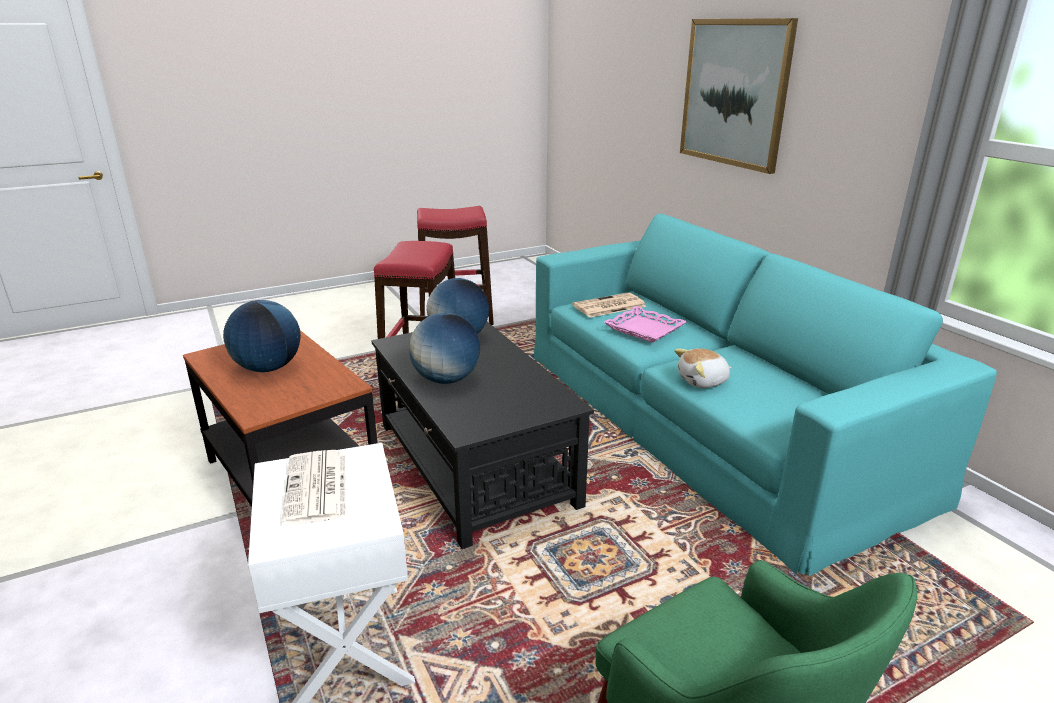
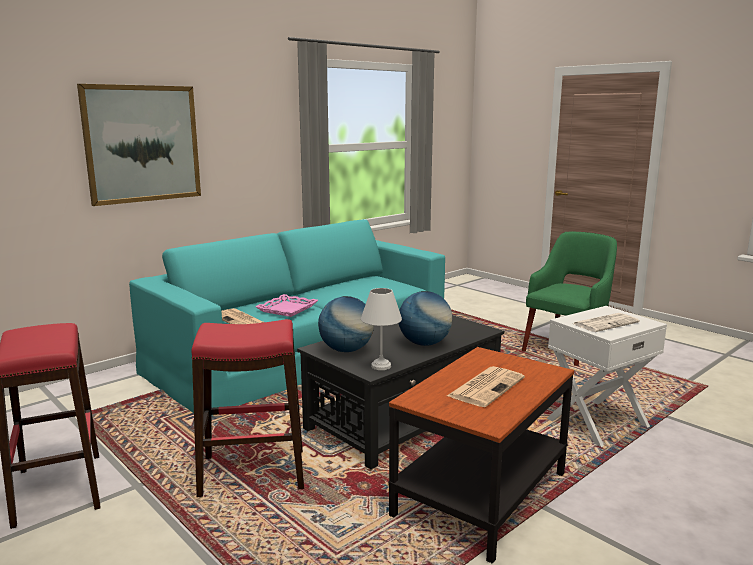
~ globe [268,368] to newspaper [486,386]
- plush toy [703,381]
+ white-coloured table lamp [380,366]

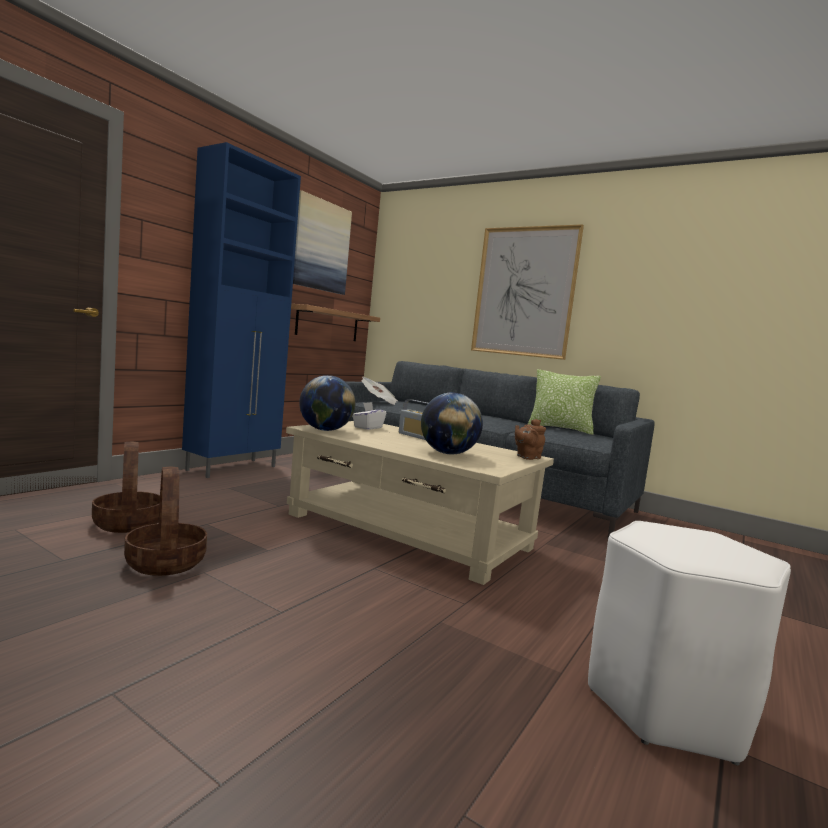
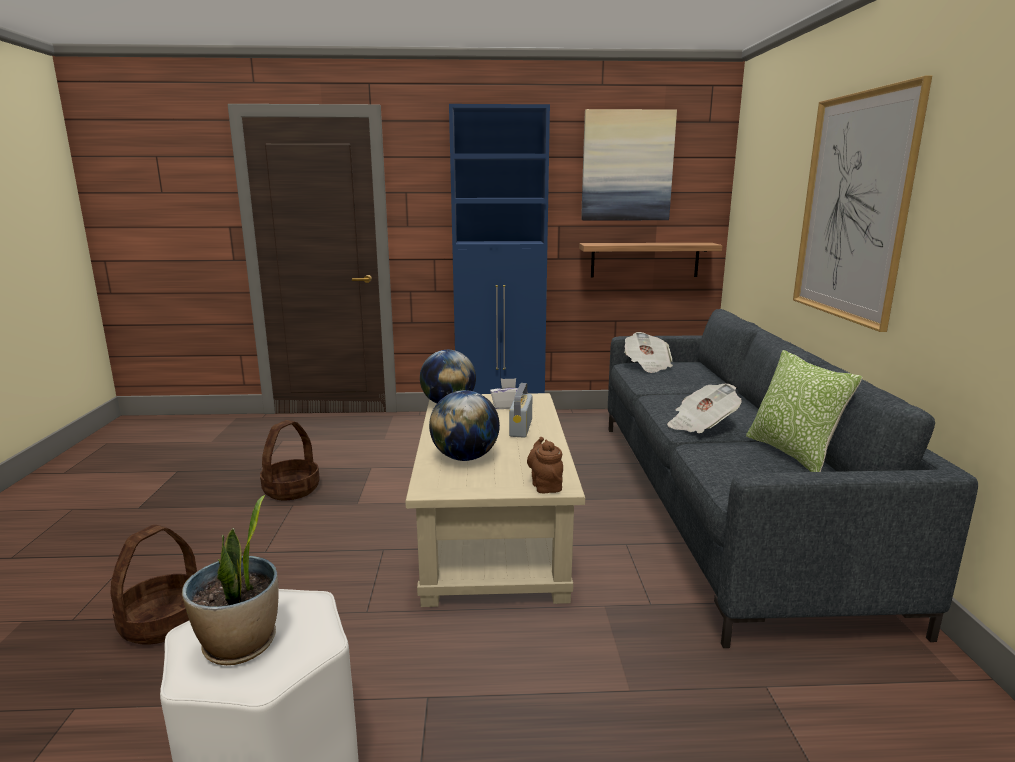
~ brownish pot for tea [527,457] = [545,485] 60 degrees clockwise
~ storage basket [127,523] to [163,622]
+ newspaper [701,425]
+ houseplant [241,645]

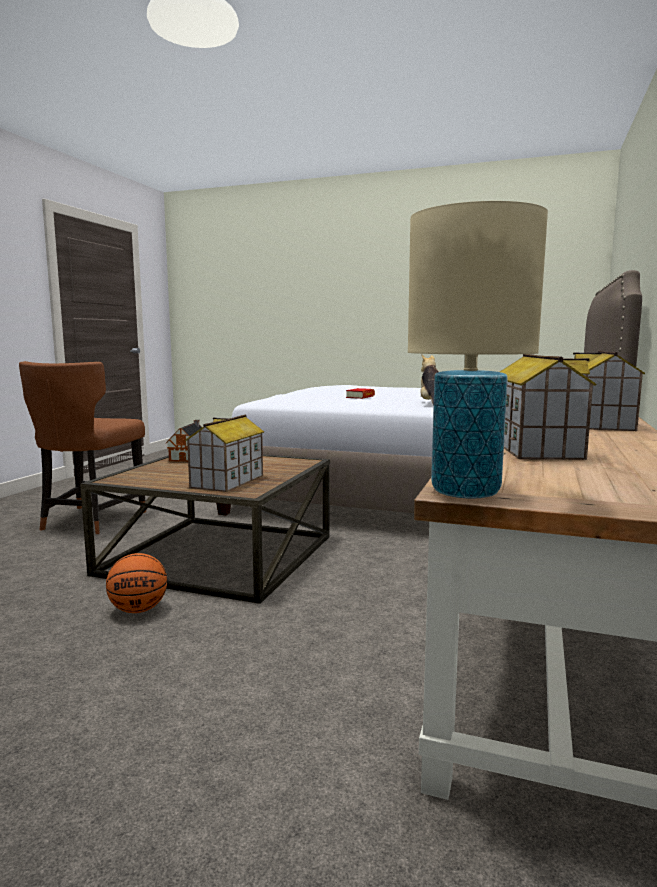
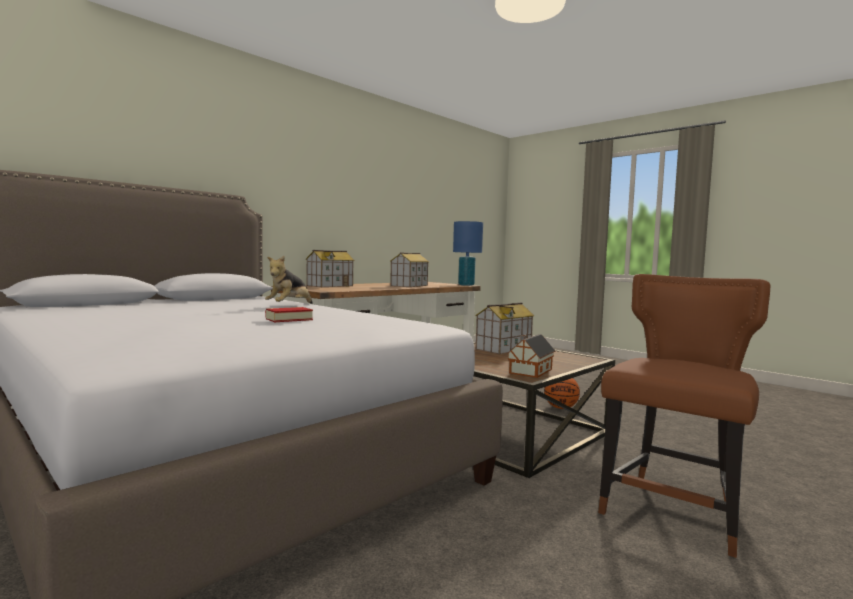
~ beige table lamp [465,491] to bluish table lamp [466,285]

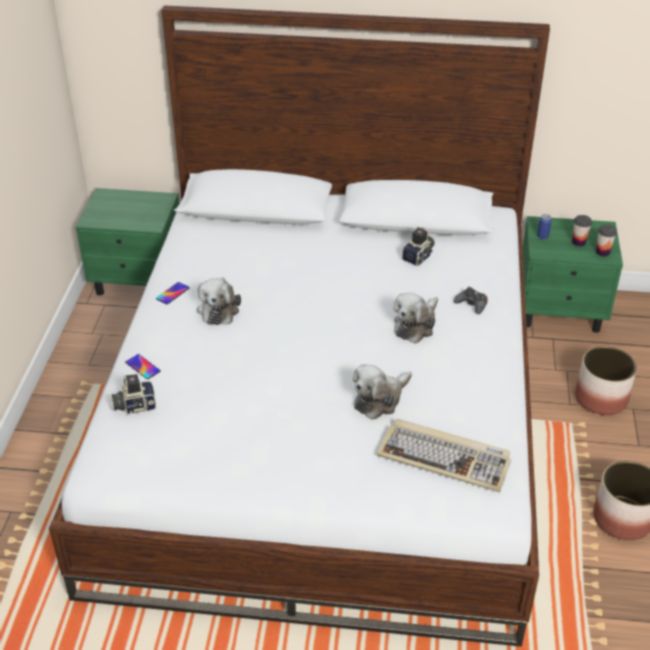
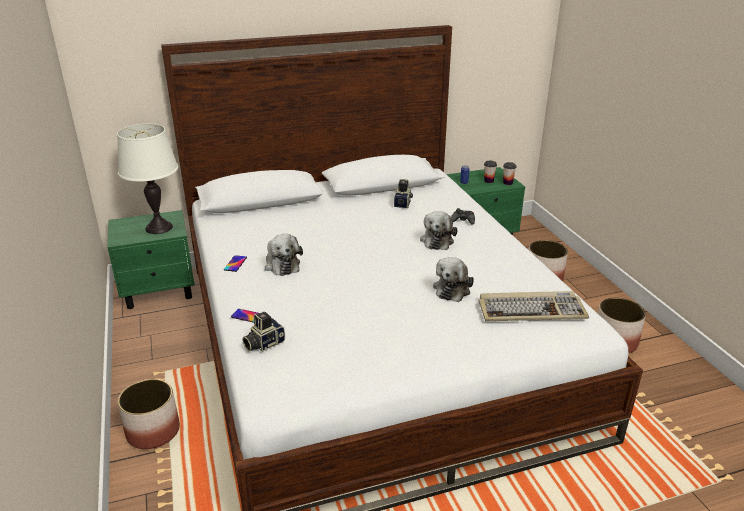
+ white-coloured table lamp [159,228]
+ planter [153,431]

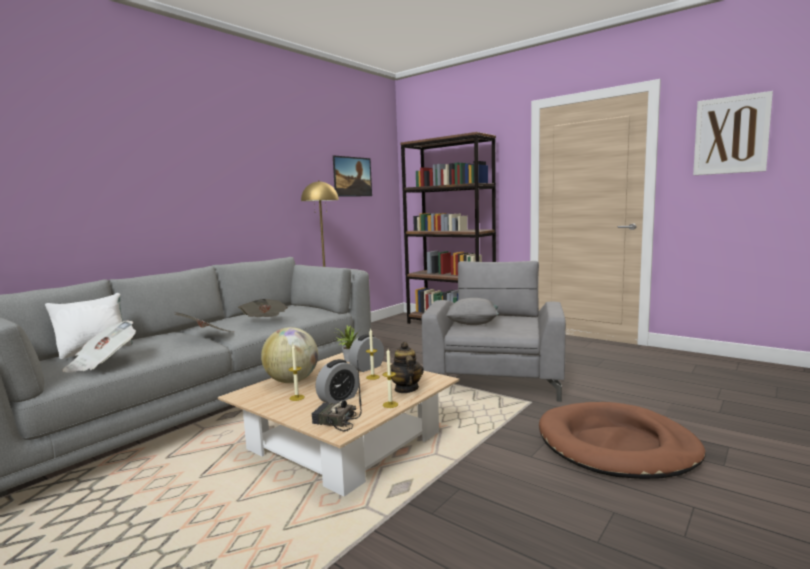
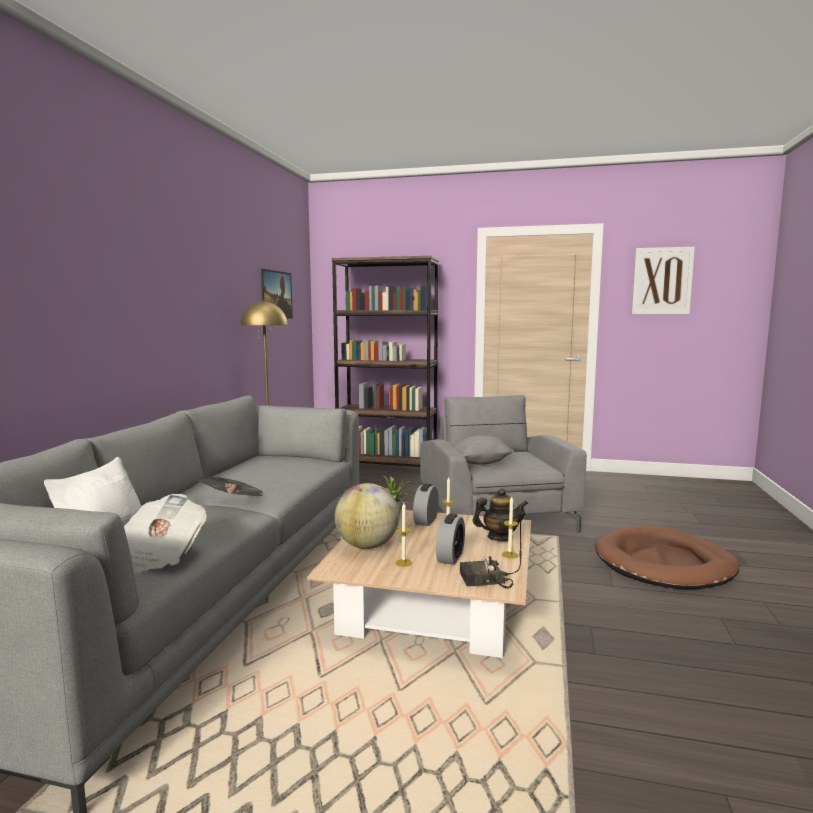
- newspaper [265,321]
~ pot for tea [406,389] = [499,537] 120 degrees clockwise

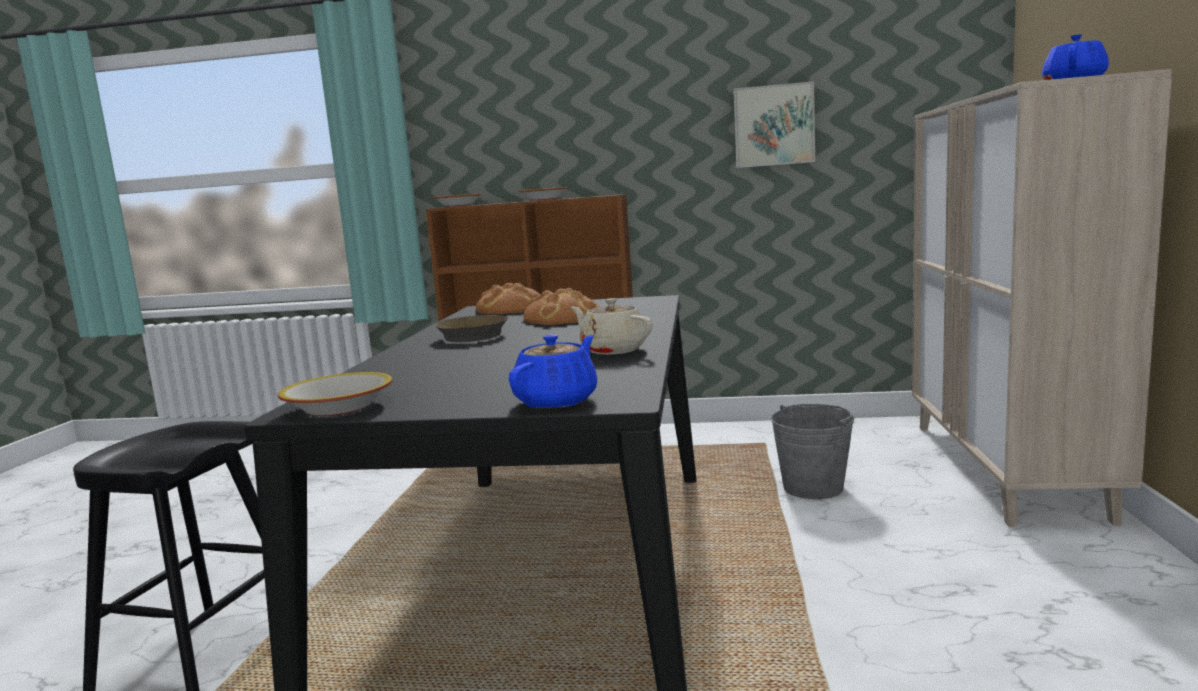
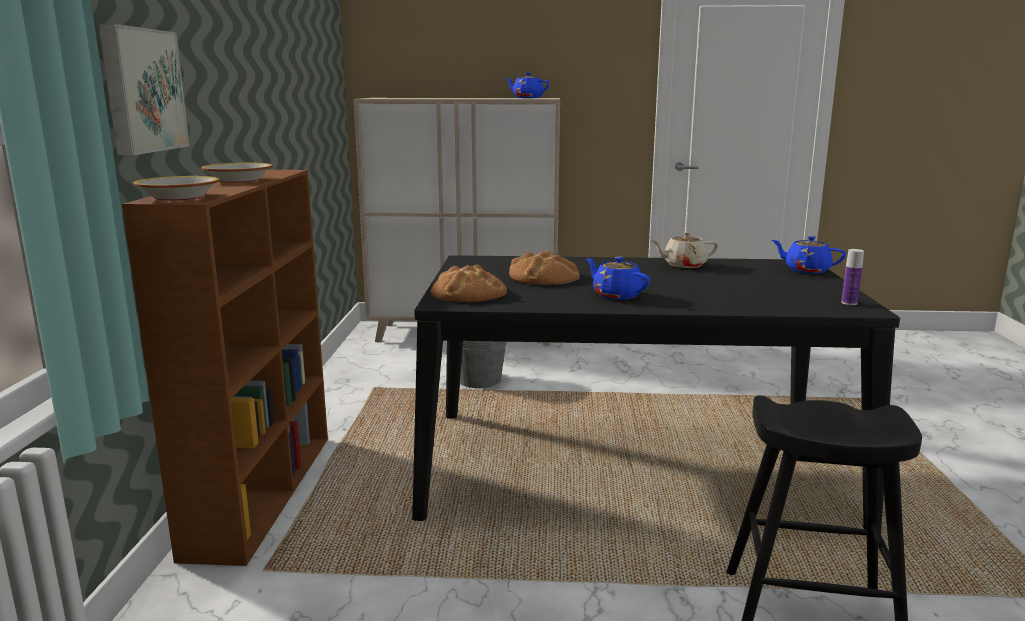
~ picture [773,126] to [141,90]
~ beige pot for tea [613,350] = [683,265] 45 degrees clockwise
~ brownish frying pan [470,336] to bluish pot for tea [616,295]
~ deep dish [339,407] to beverage bottle [849,303]

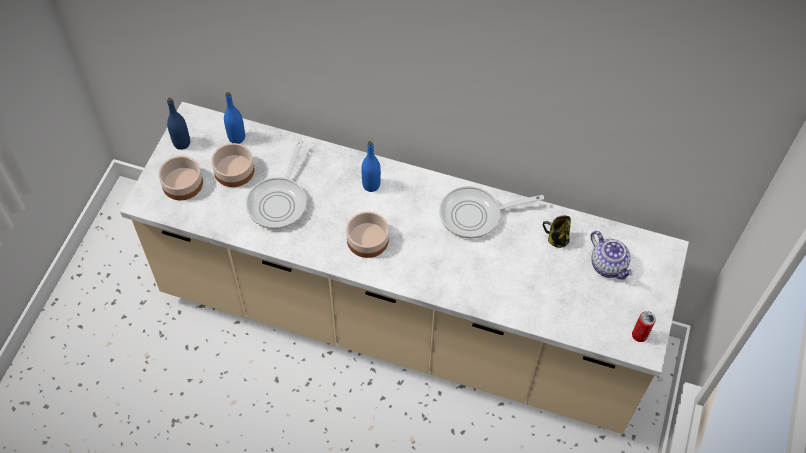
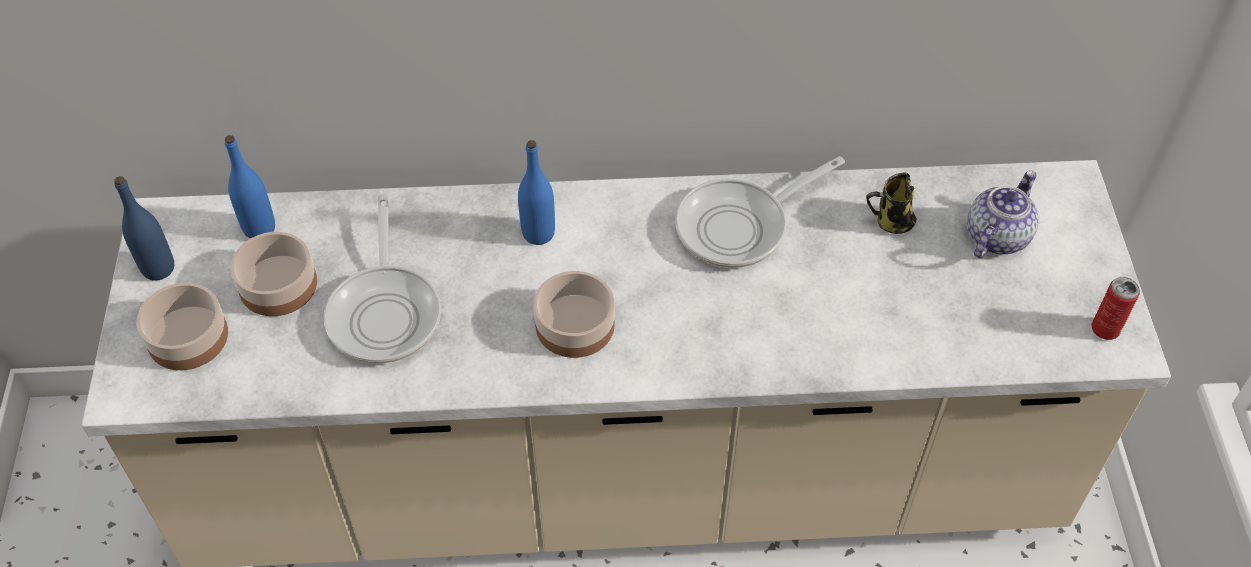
~ pot for tea [609,265] = [996,235] 90 degrees counterclockwise

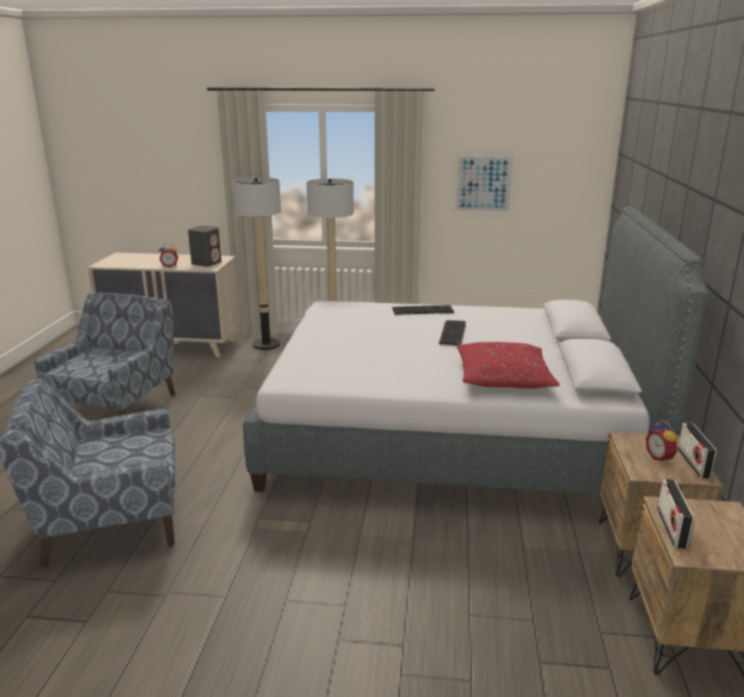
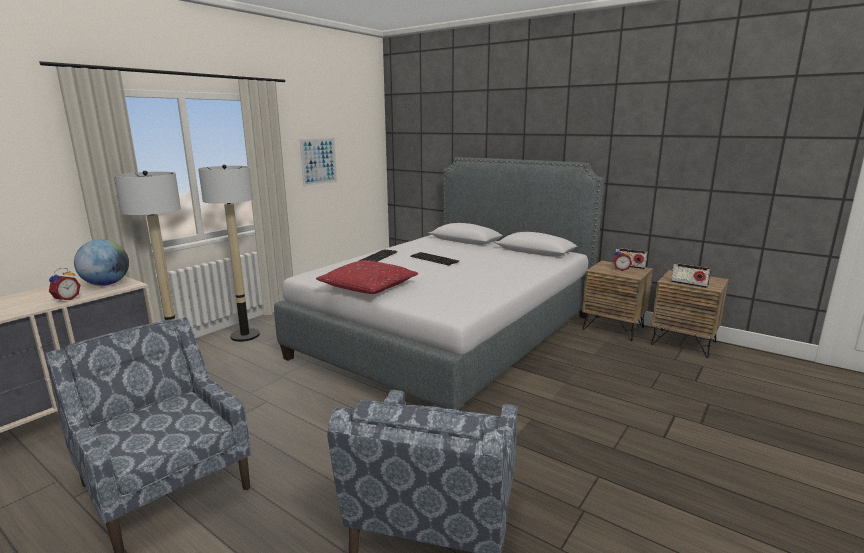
~ greyish speaker [206,263] to globe [106,284]
~ reddish pillow [503,377] to [368,287]

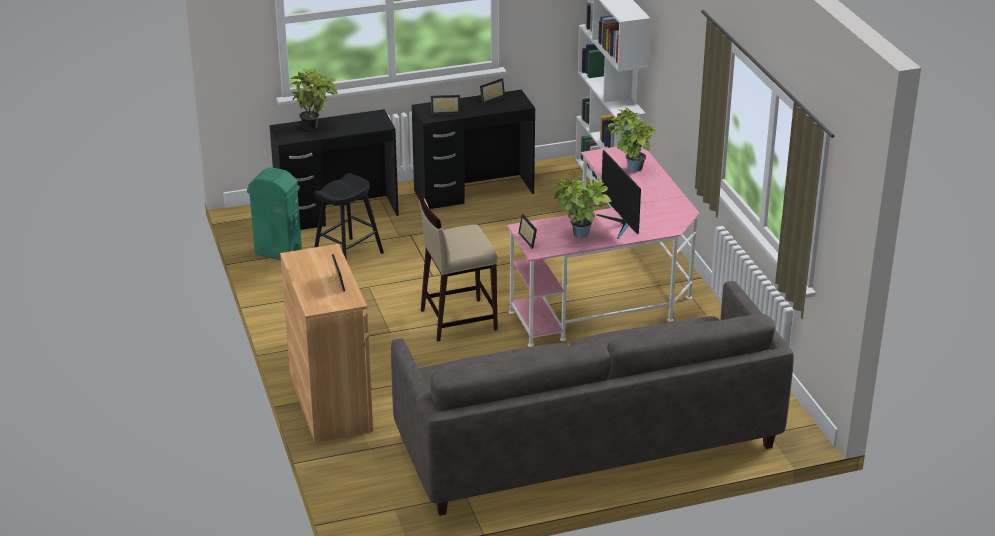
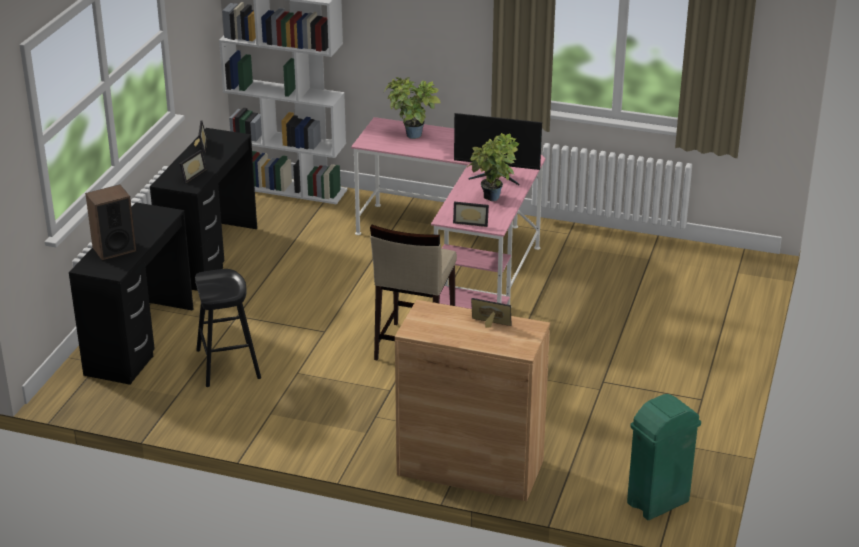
~ houseplant [314,127] to speaker [114,249]
~ green rubbish bin [278,252] to [657,502]
- greyish couch [587,441]

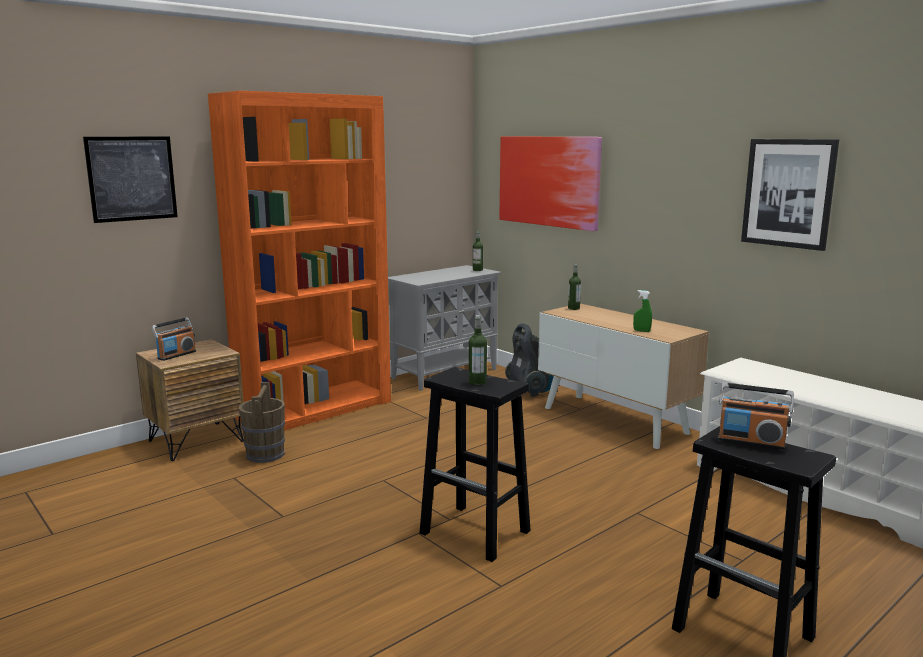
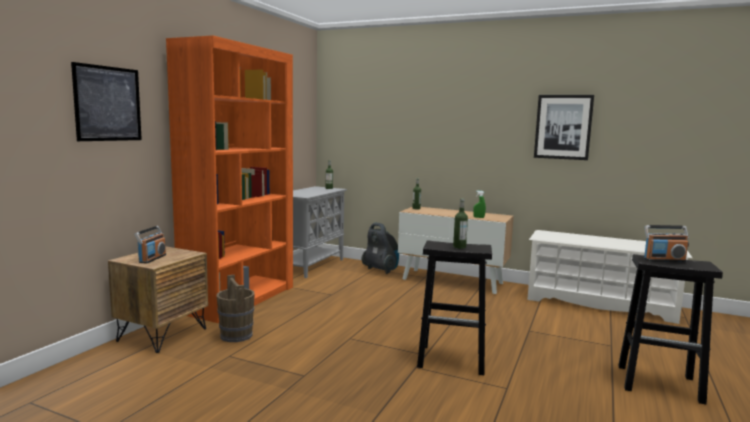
- picture [548,181]

